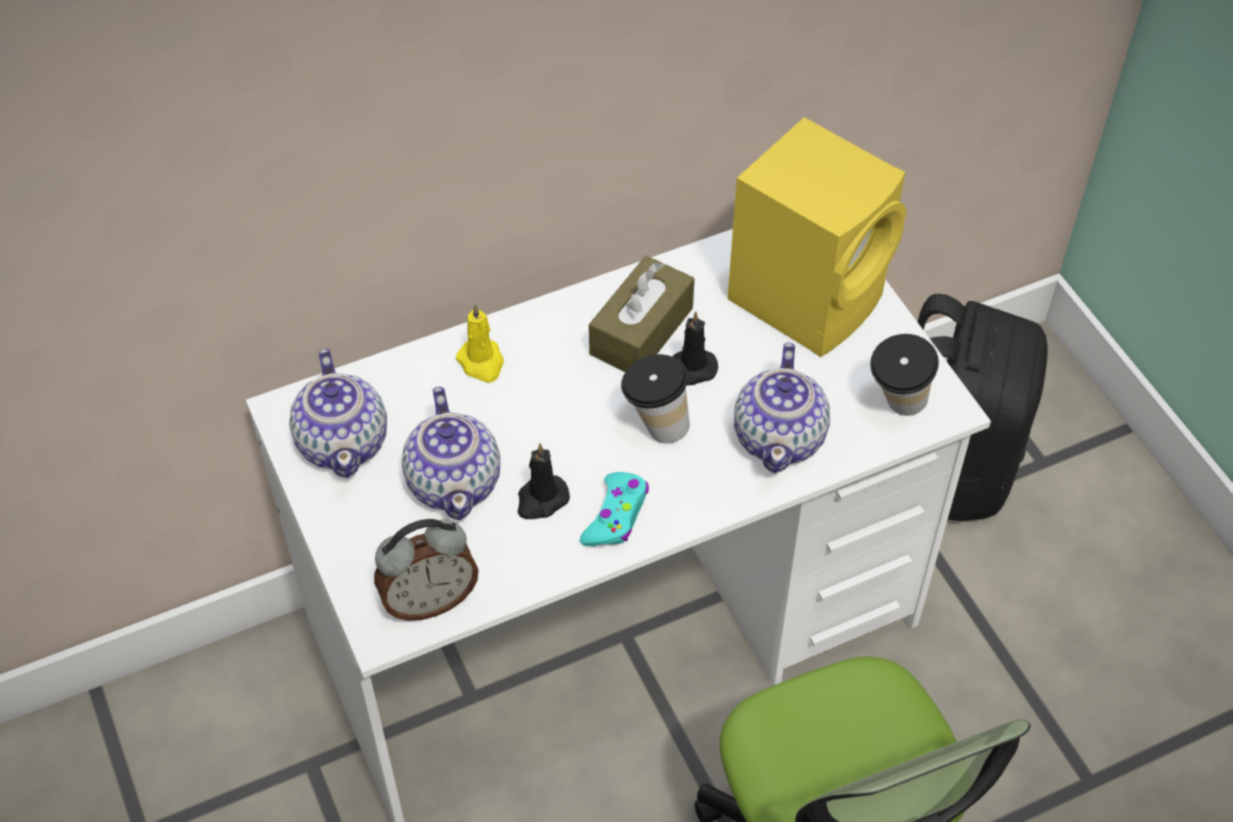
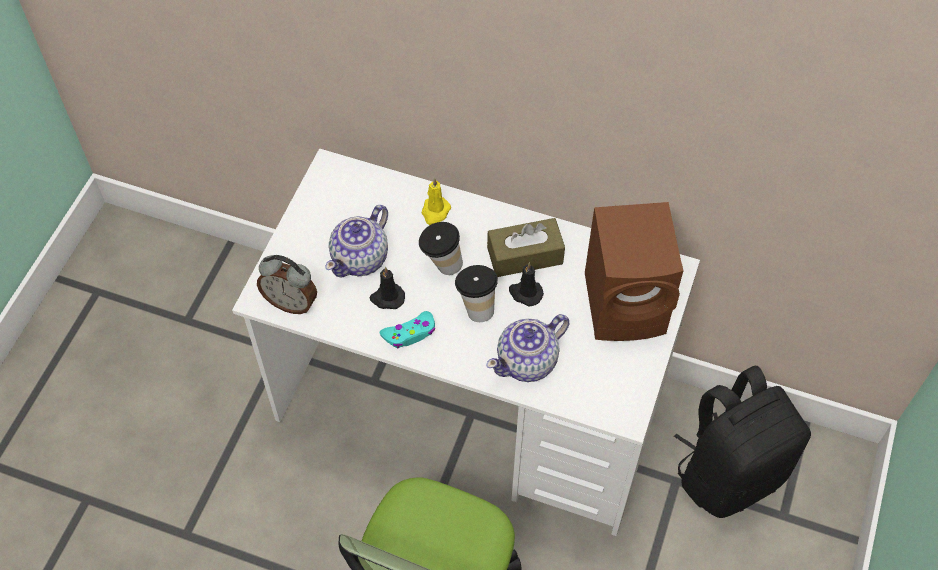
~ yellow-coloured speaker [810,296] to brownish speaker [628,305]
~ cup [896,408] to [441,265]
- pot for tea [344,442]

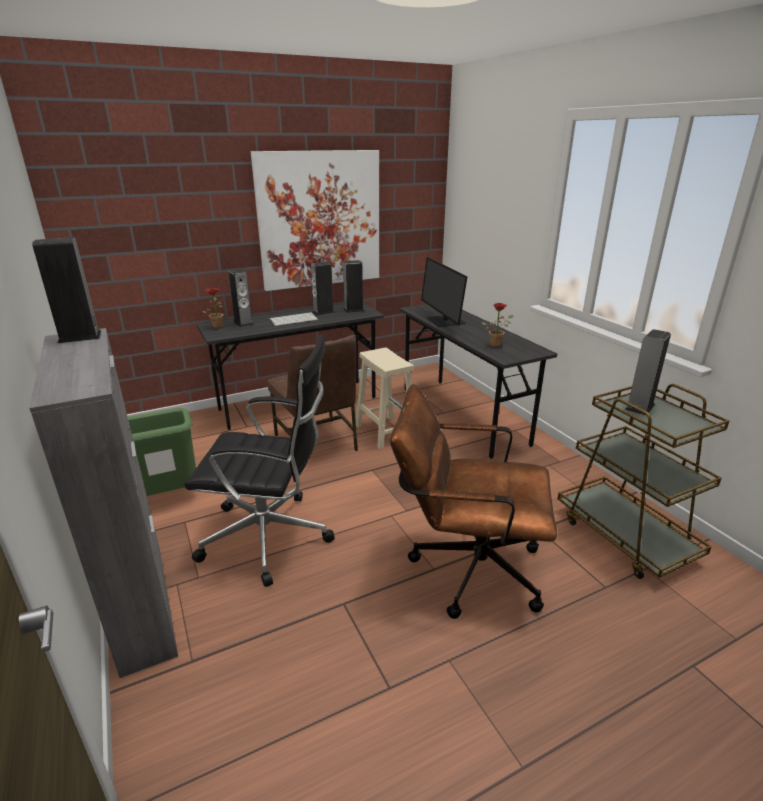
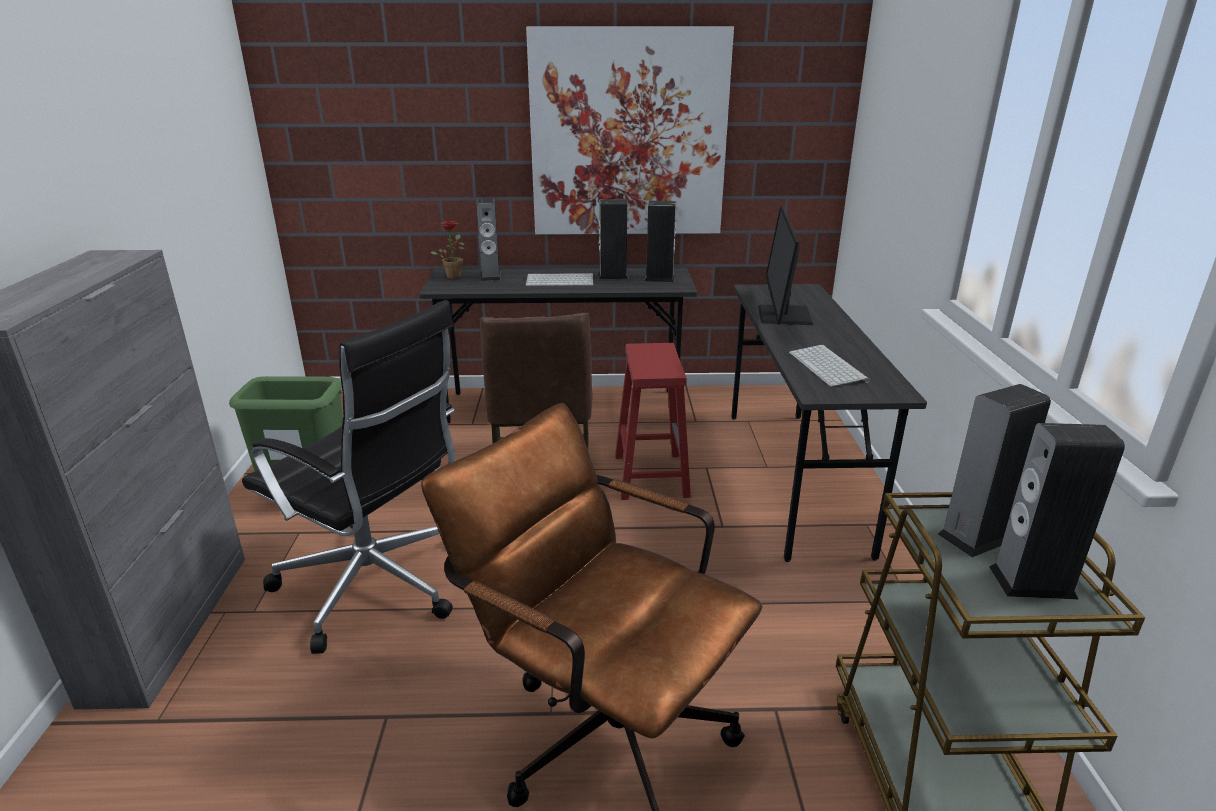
~ speaker [80,337] to [1032,582]
~ houseplant [497,344] to computer keyboard [829,367]
~ beige sitting stool [384,431] to reddish sitting stool [650,475]

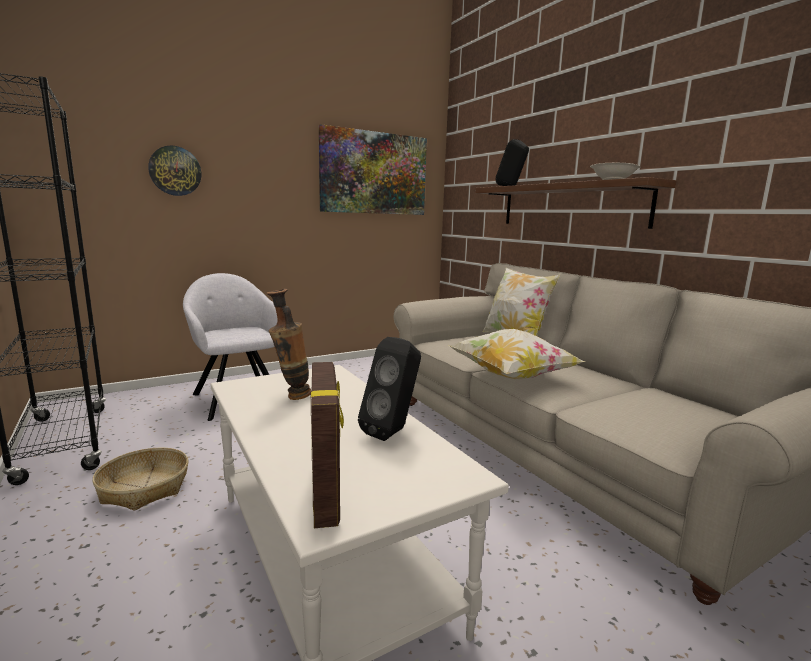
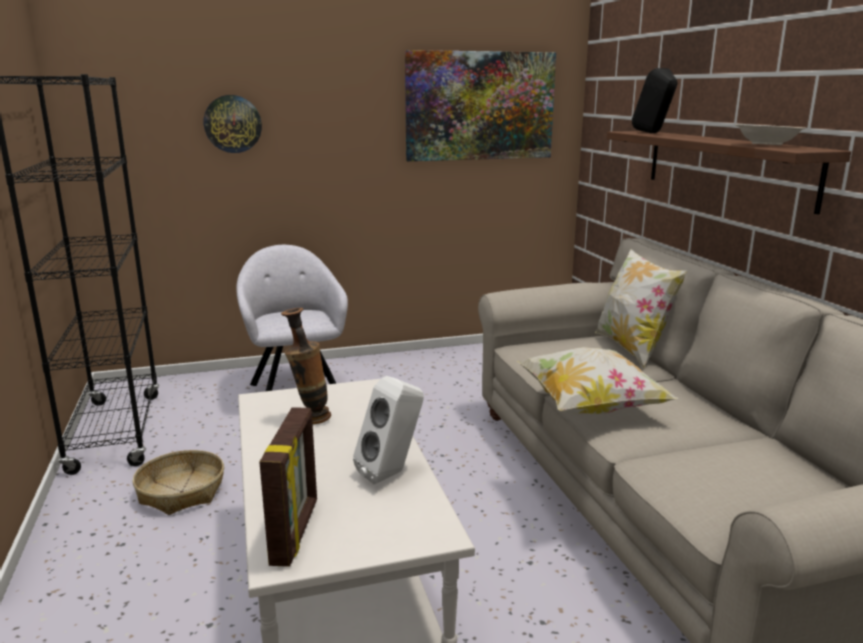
~ black speaker [393,432] to white-coloured speaker [392,474]

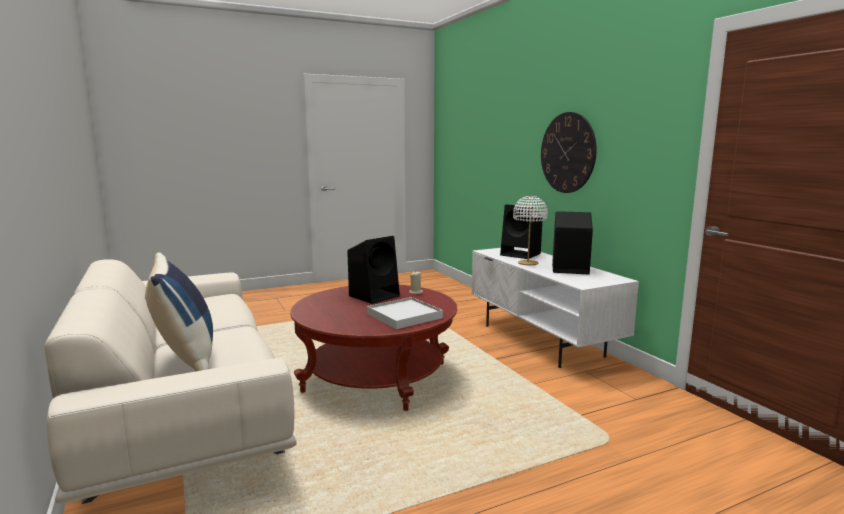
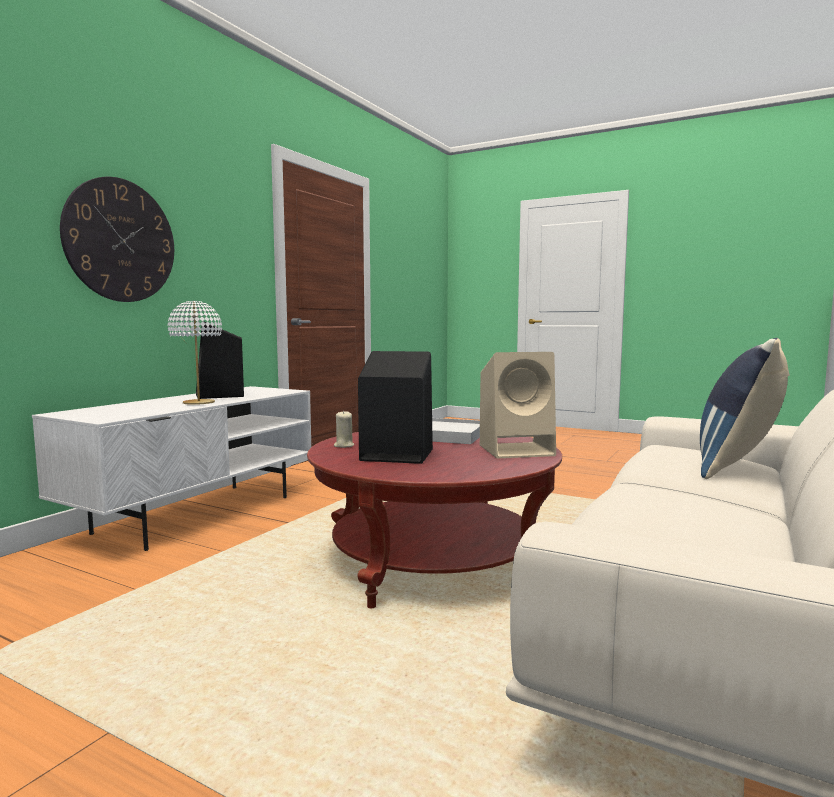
- black speaker [521,254]
+ beige speaker [518,450]

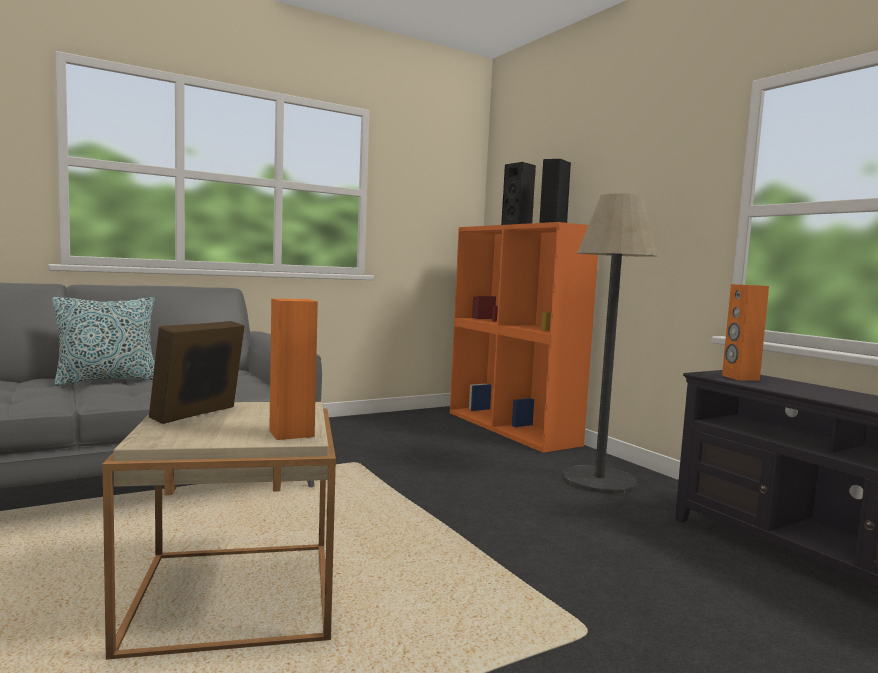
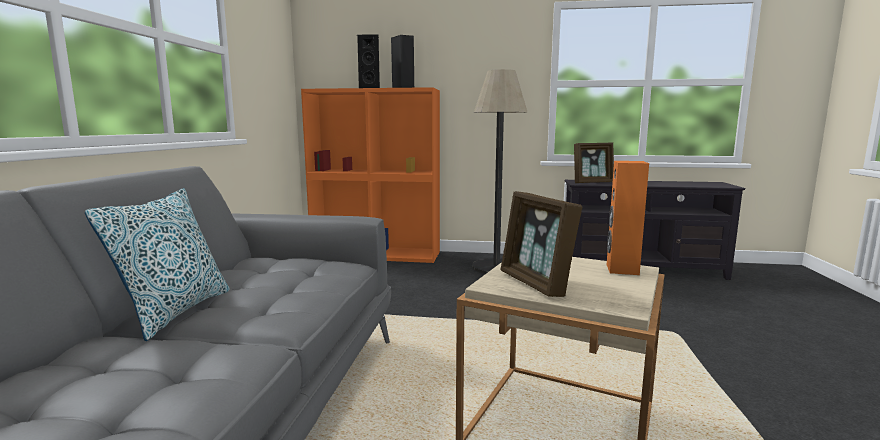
~ orangey speaker [739,378] to standing frame [593,182]

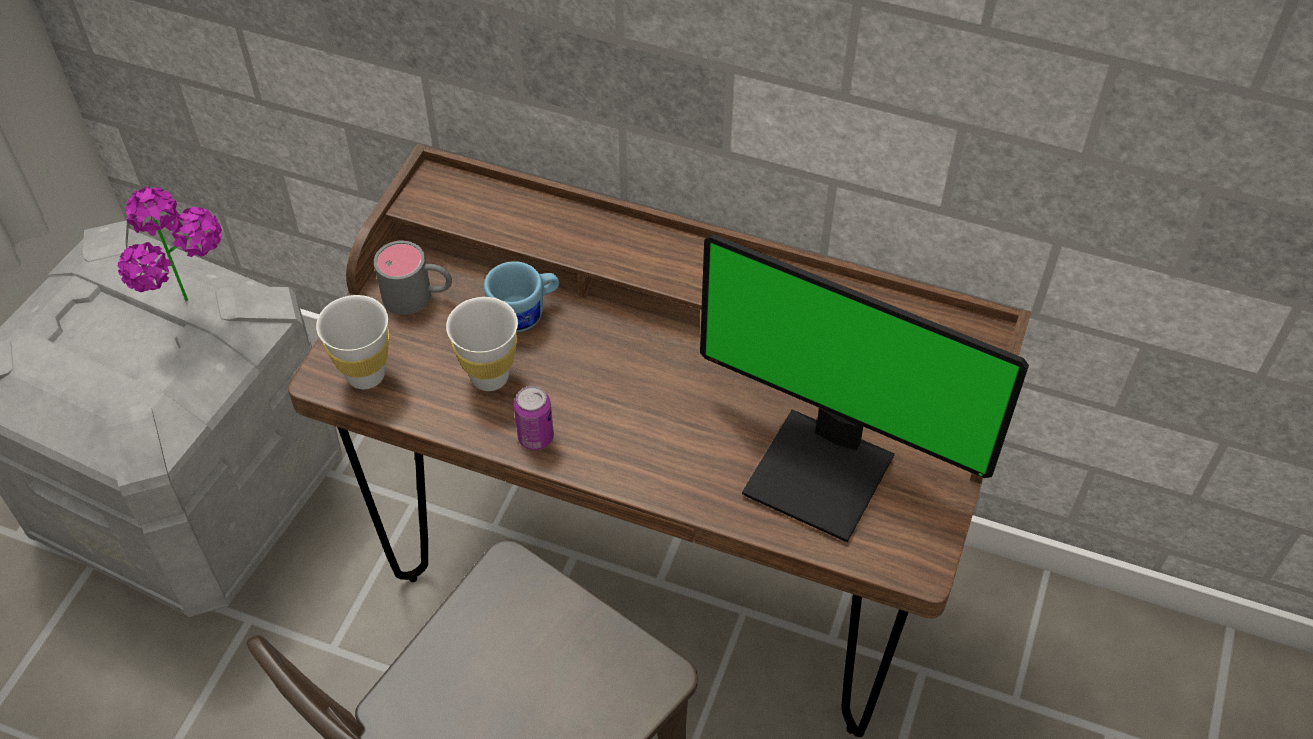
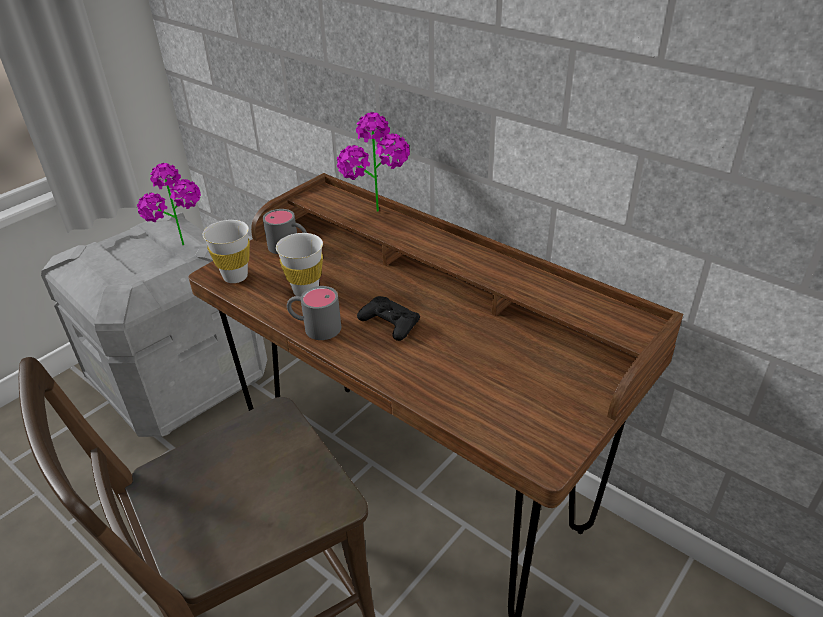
- computer screen [823,472]
- bluish coffee mug [525,313]
~ sealed can [535,437] to greyish coffee mug [314,327]
+ houseplant [378,217]
+ black joypad [389,323]

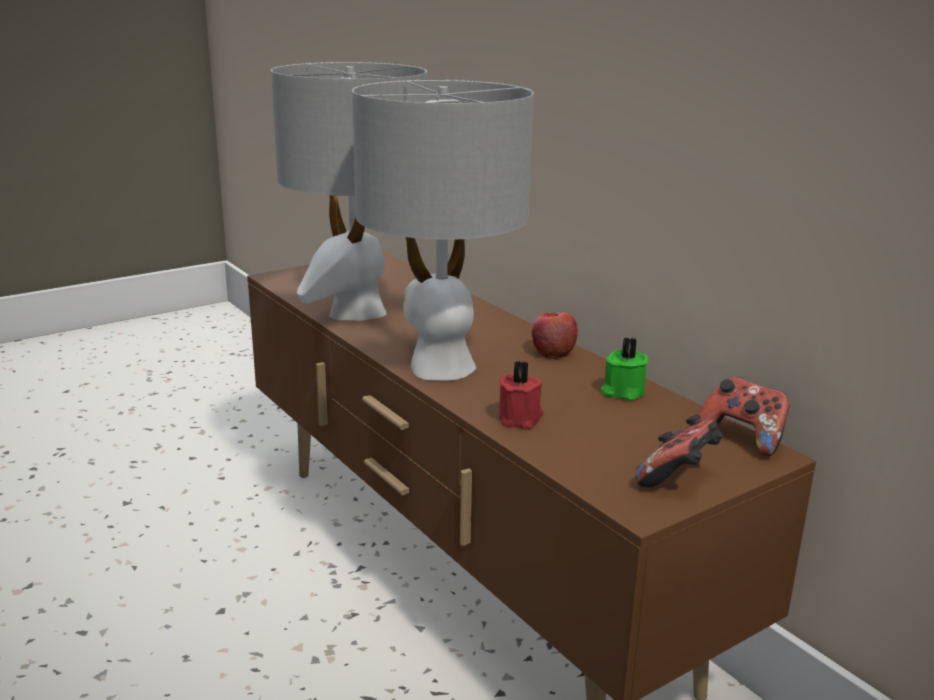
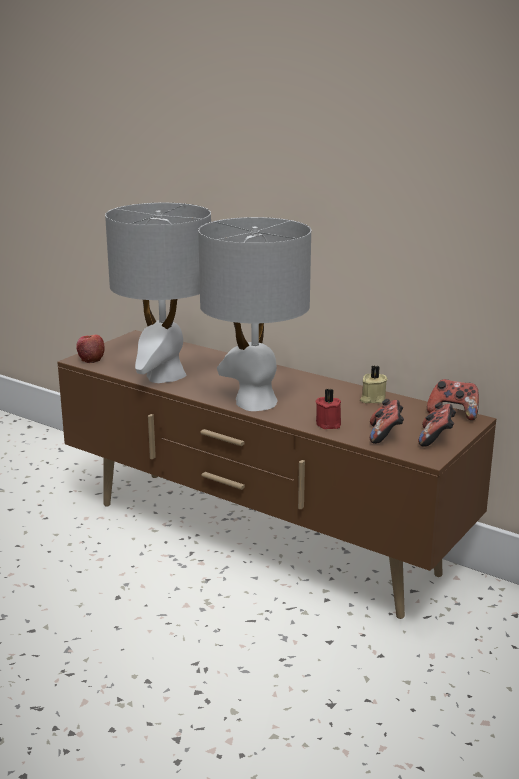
~ apple [553,352] to [91,359]
~ green candle [622,392] to beige candle [372,399]
+ joypad [385,435]

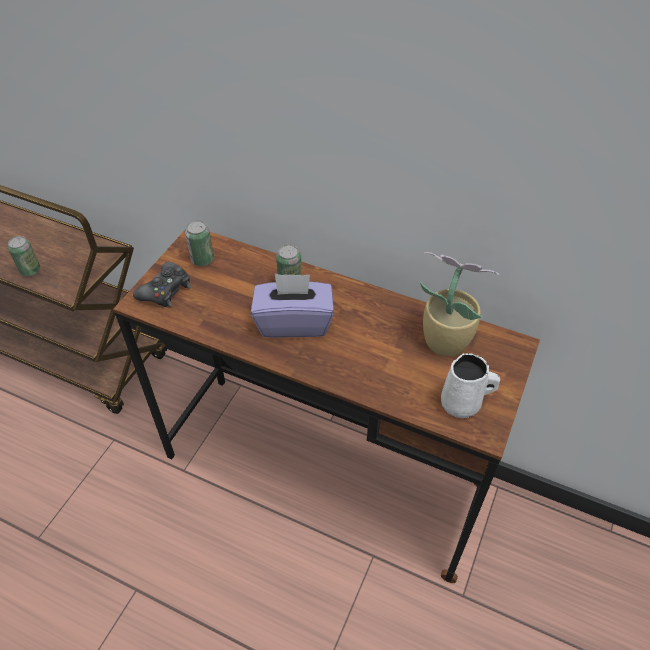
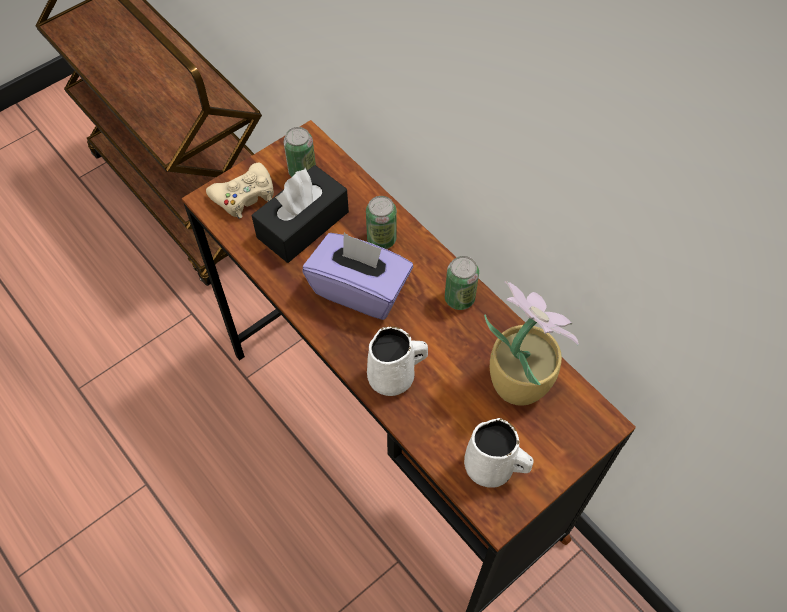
~ sealed can [30,270] to [459,298]
~ black joypad [165,290] to beige joypad [244,196]
+ black tissue holder [303,224]
+ white-coloured coffee mug [394,377]

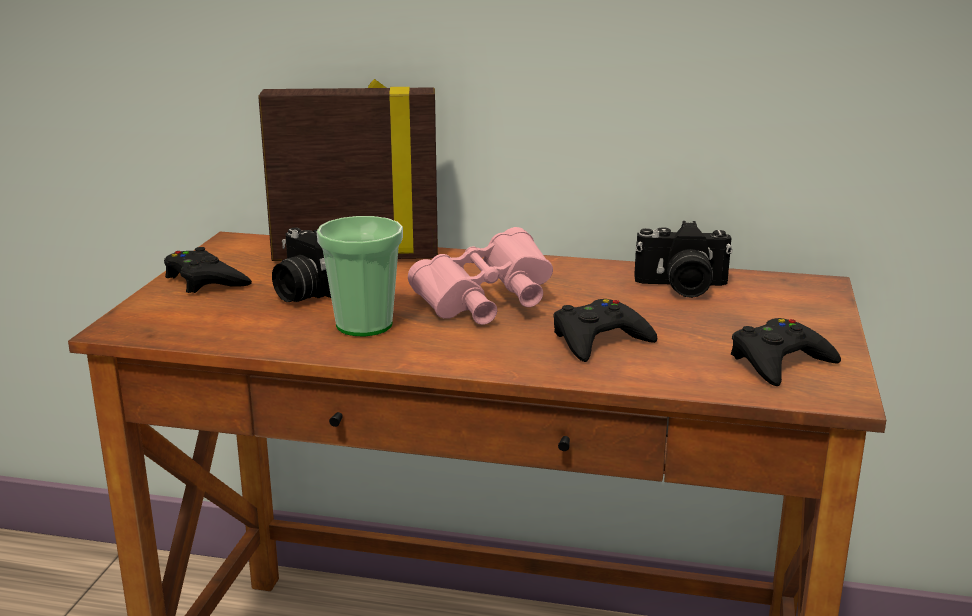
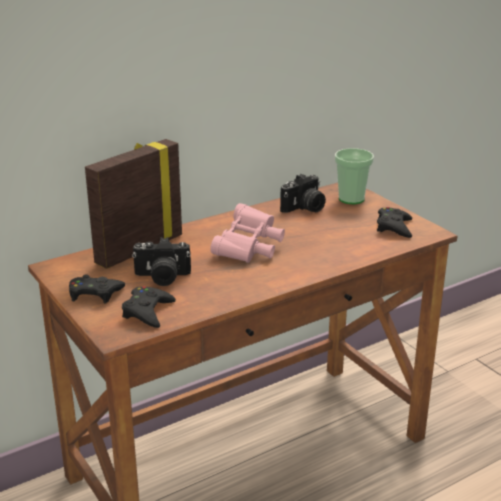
~ cup [364,325] to [351,199]
~ black joypad [599,340] to [147,312]

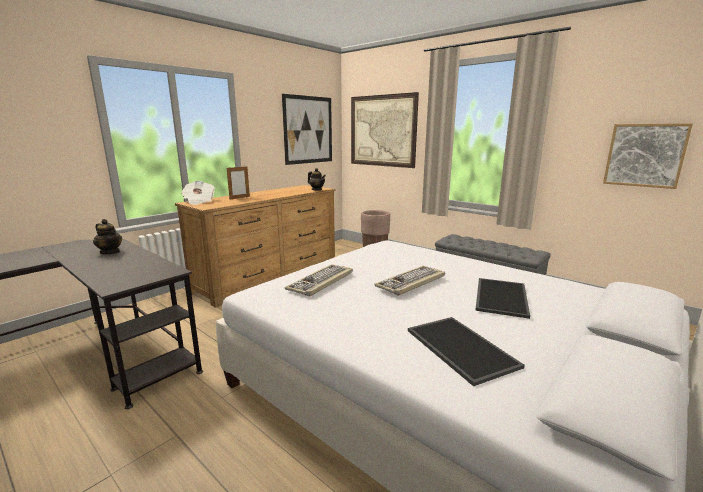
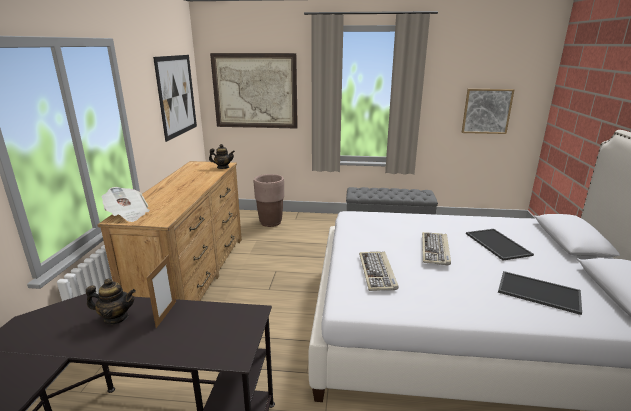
~ standing frame [239,198] to [166,314]

